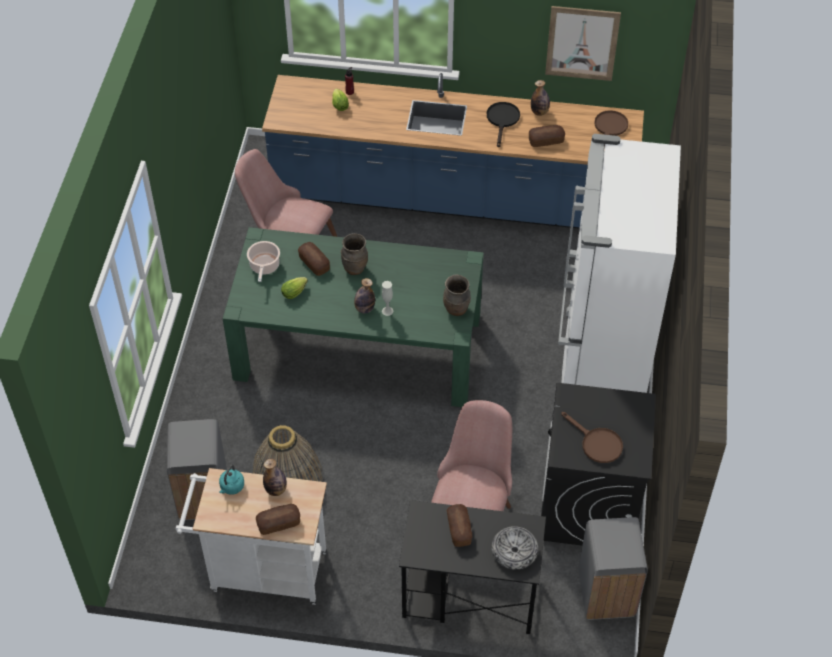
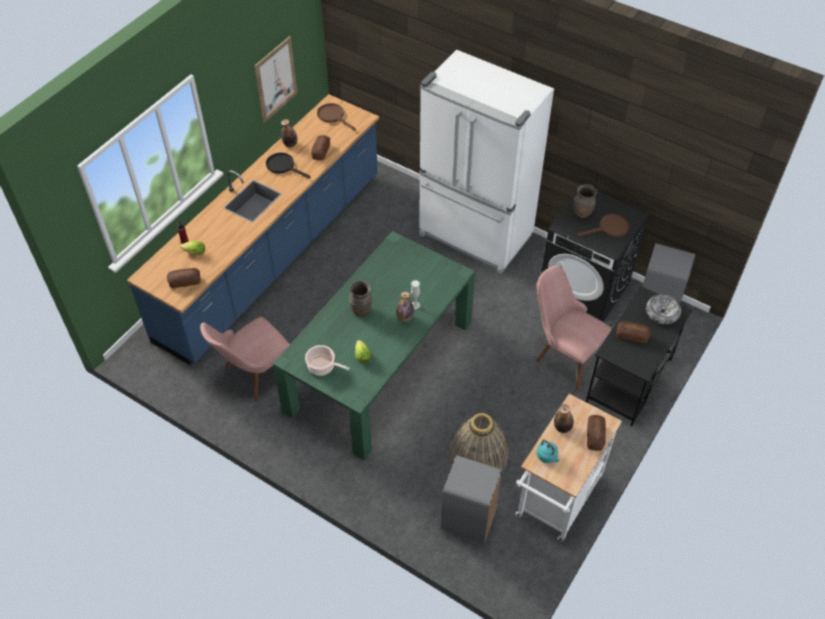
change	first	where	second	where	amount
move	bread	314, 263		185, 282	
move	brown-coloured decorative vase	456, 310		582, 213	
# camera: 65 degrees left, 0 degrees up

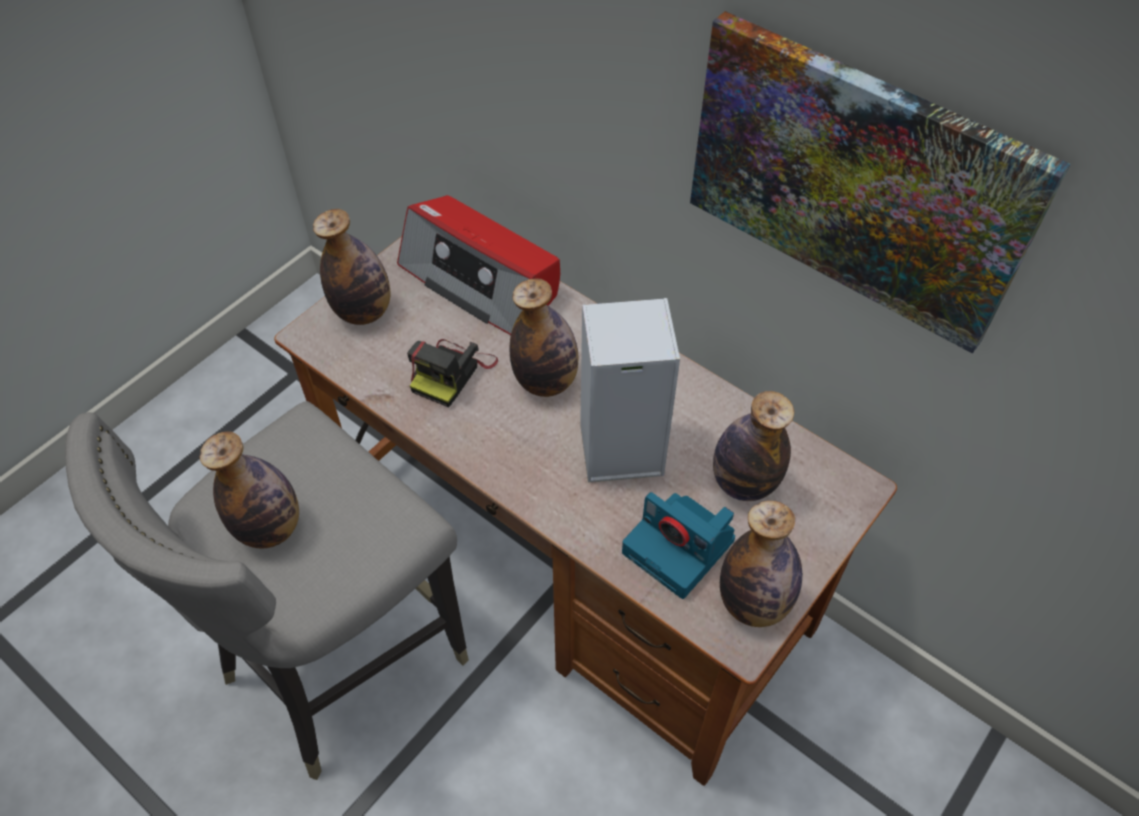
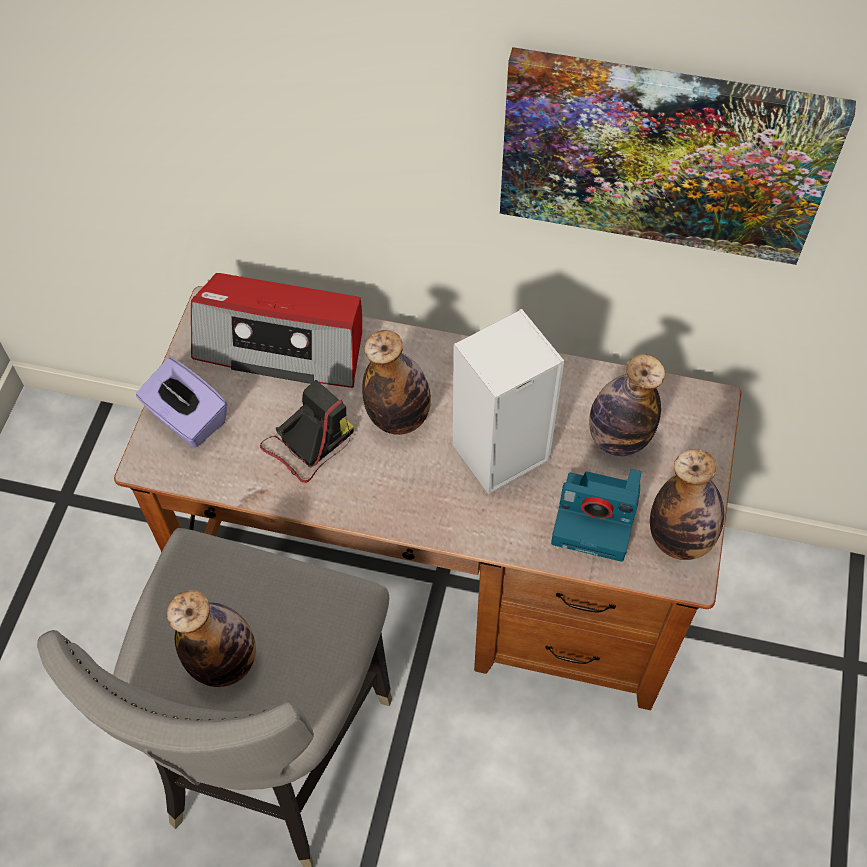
change	first	where	second	where	amount
replace	drink bottle	363, 311	purple-coloured tissue box	187, 419	
rotate	still camera	452, 372		308, 444	135 degrees counterclockwise
# camera: 25 degrees left, 5 degrees up

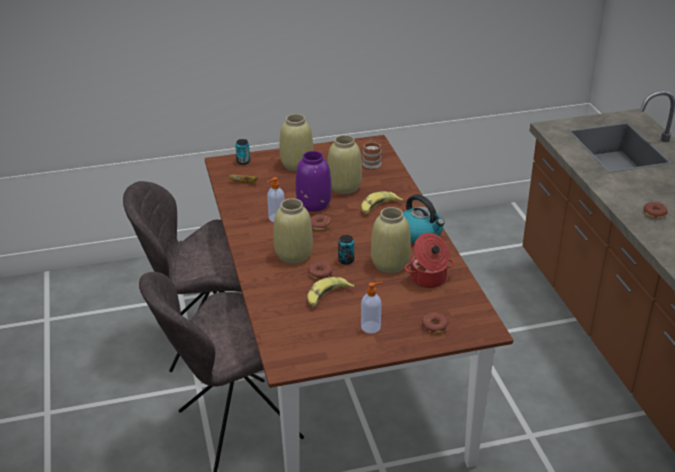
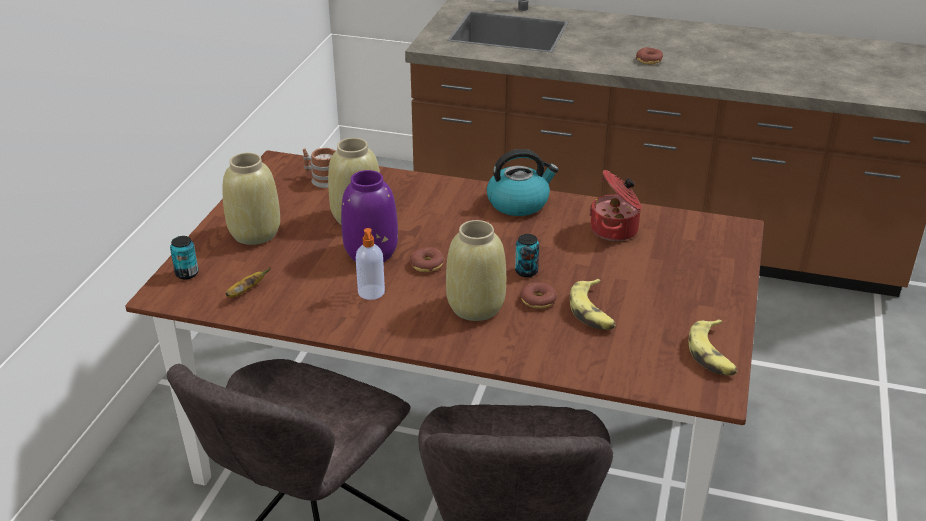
change	first	where	second	where	amount
move	whole banana	378, 207		713, 354	
delete	liquid soap bottle	371, 327			
delete	sand-coloured decorative vase	390, 264			
delete	doughnut	435, 326			
# camera: 60 degrees left, 0 degrees up

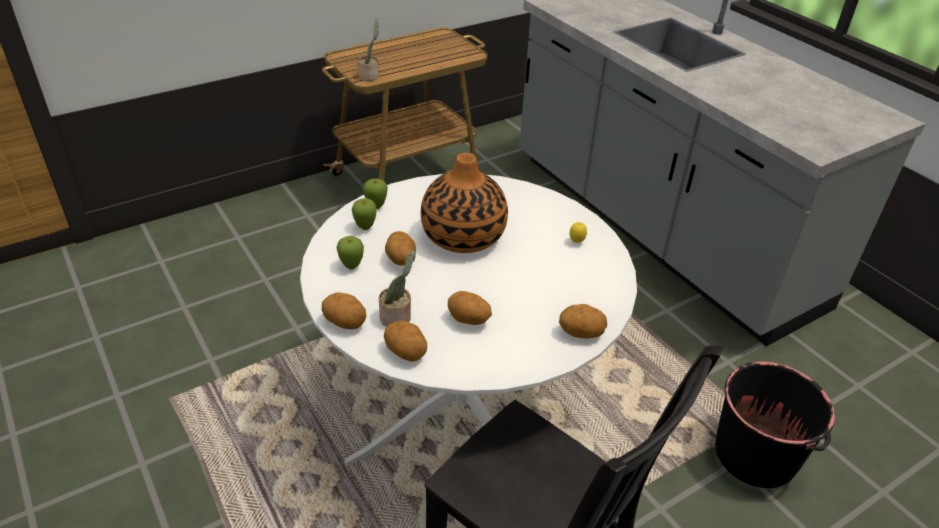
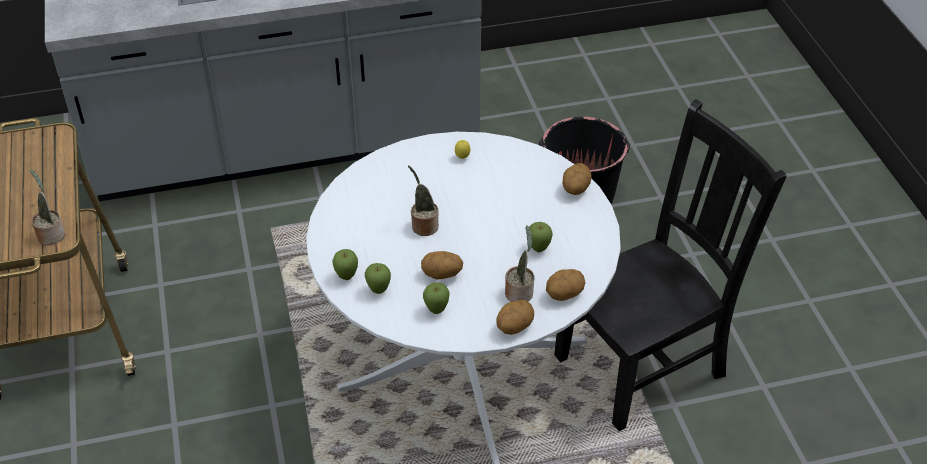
change	first	where	second	where	amount
replace	decorative vase	463, 236	plant in a pot	423, 226	
replace	whole potato	468, 320	whole apple	538, 249	
# camera: 70 degrees left, 5 degrees up

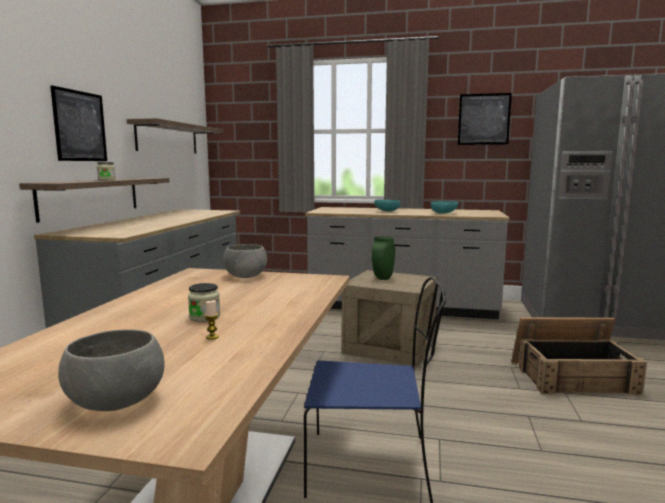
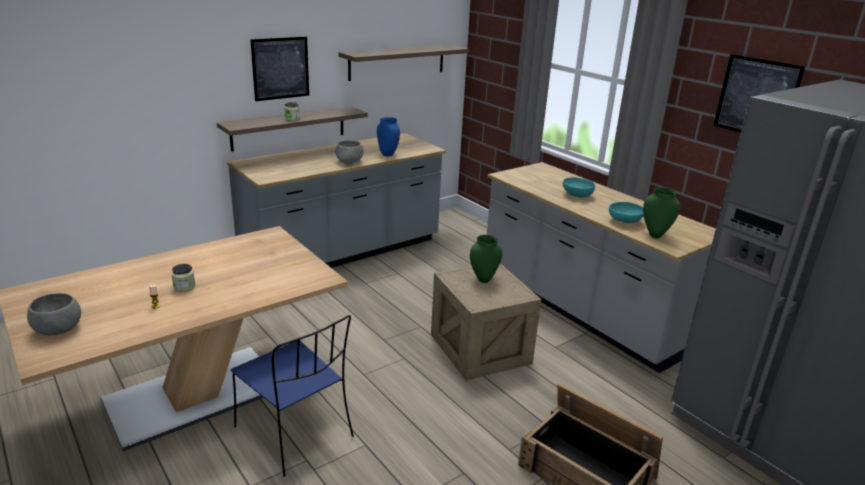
change	first	where	second	where	amount
move	greyish deep dish	245, 275		349, 161	
insert			blue decorative vase	388, 155	
insert			green-coloured decorative vase	655, 235	
# camera: 40 degrees right, 15 degrees up

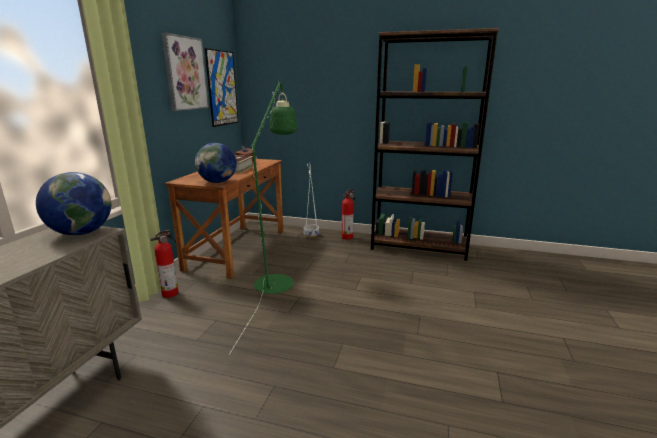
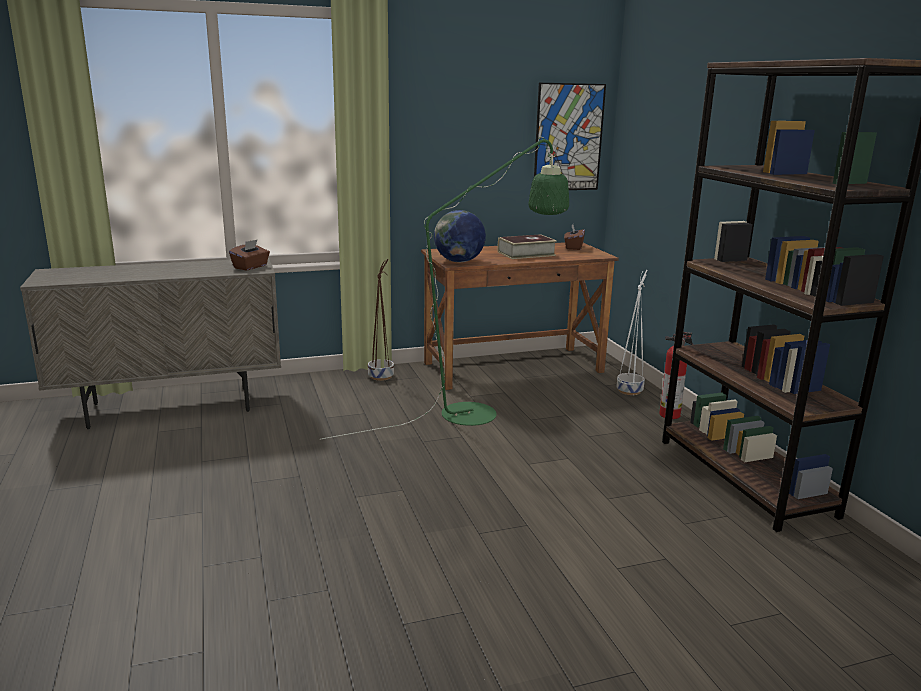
change	first	where	second	where	amount
replace	world globe	81, 233	brown-coloured tissue box	251, 267	
replace	fire-fighting cylinder	171, 293	brown-coloured flower pot	381, 376	
delete	picture	185, 73			
# camera: 55 degrees right, 0 degrees up

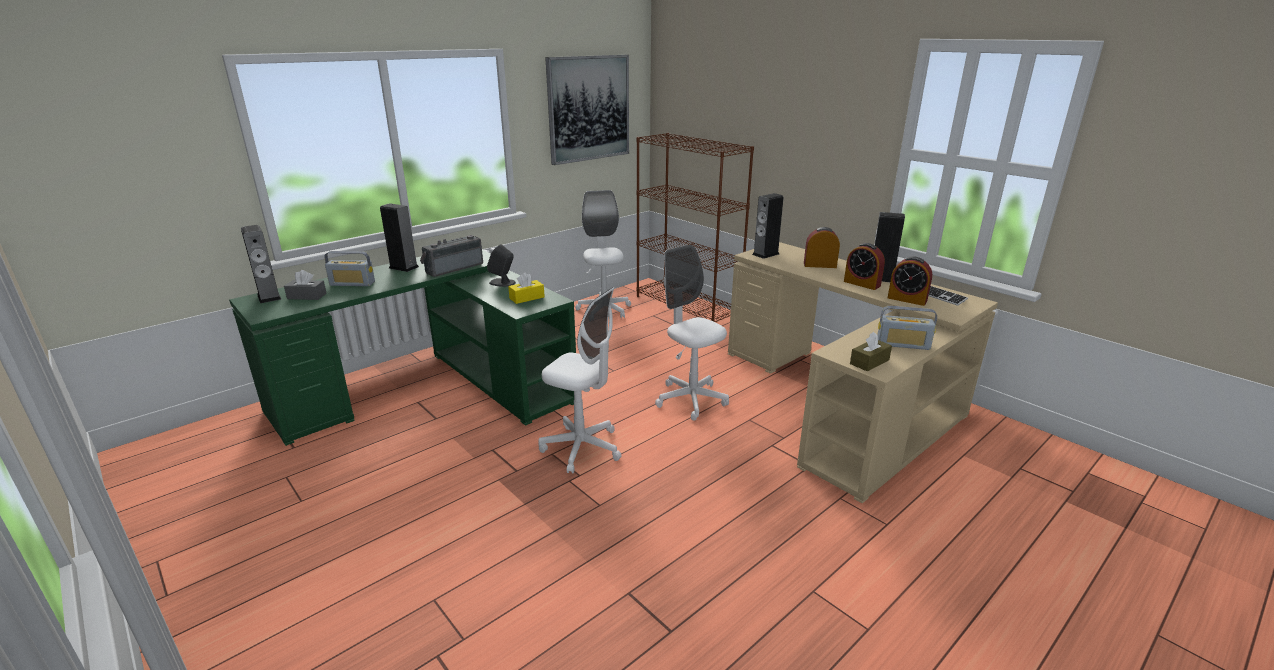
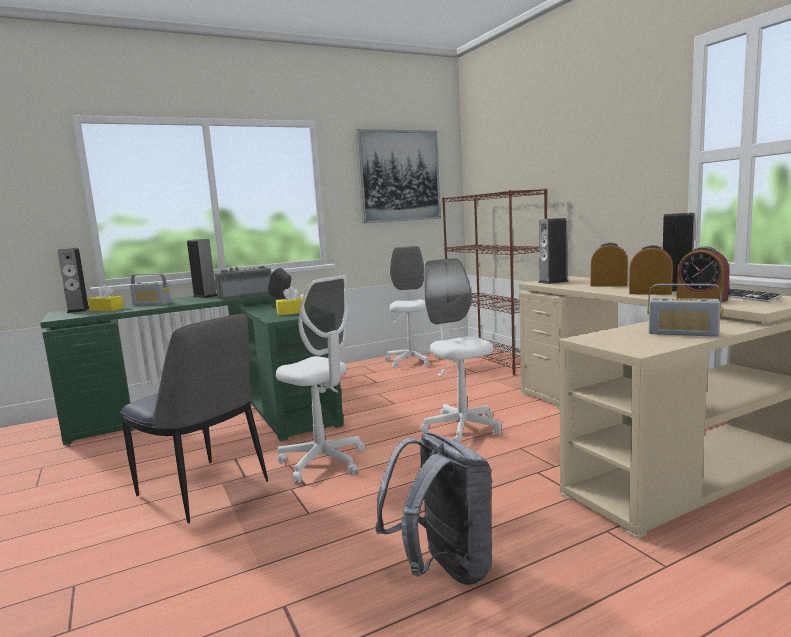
change	first	where	second	where	amount
recolor	greyish tissue box	307, 296	yellow tissue box	106, 309	
rotate	bedside clock	862, 284		650, 293	150 degrees clockwise
delete	brown-coloured tissue box	869, 362			
insert			plain chair	204, 490	
insert			greyish backpack	443, 569	
# camera: 15 degrees right, 15 degrees down

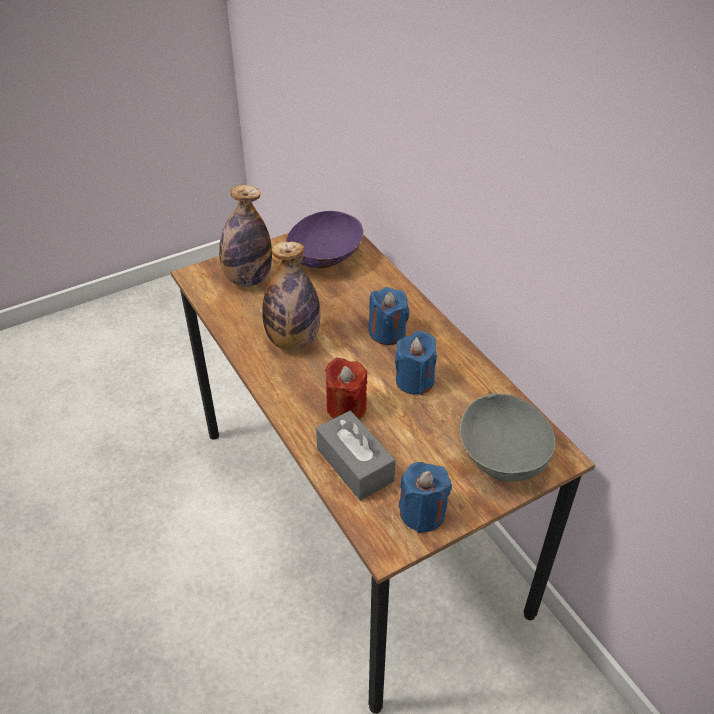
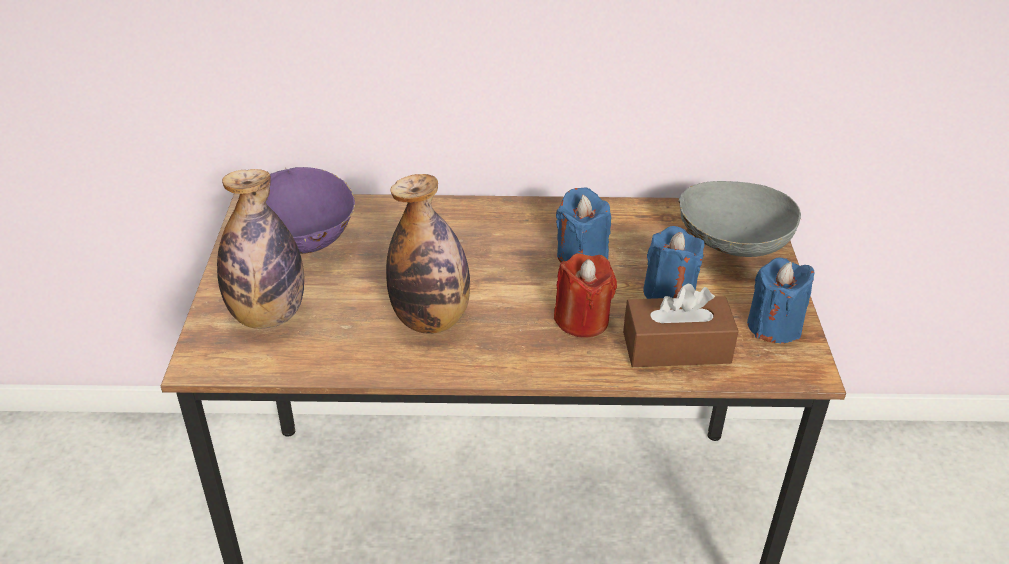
change	first	where	second	where	amount
recolor	greyish tissue box	355, 465	brown-coloured tissue box	676, 347	
move	blue candle	387, 332		669, 293	
# camera: 60 degrees left, 5 degrees down

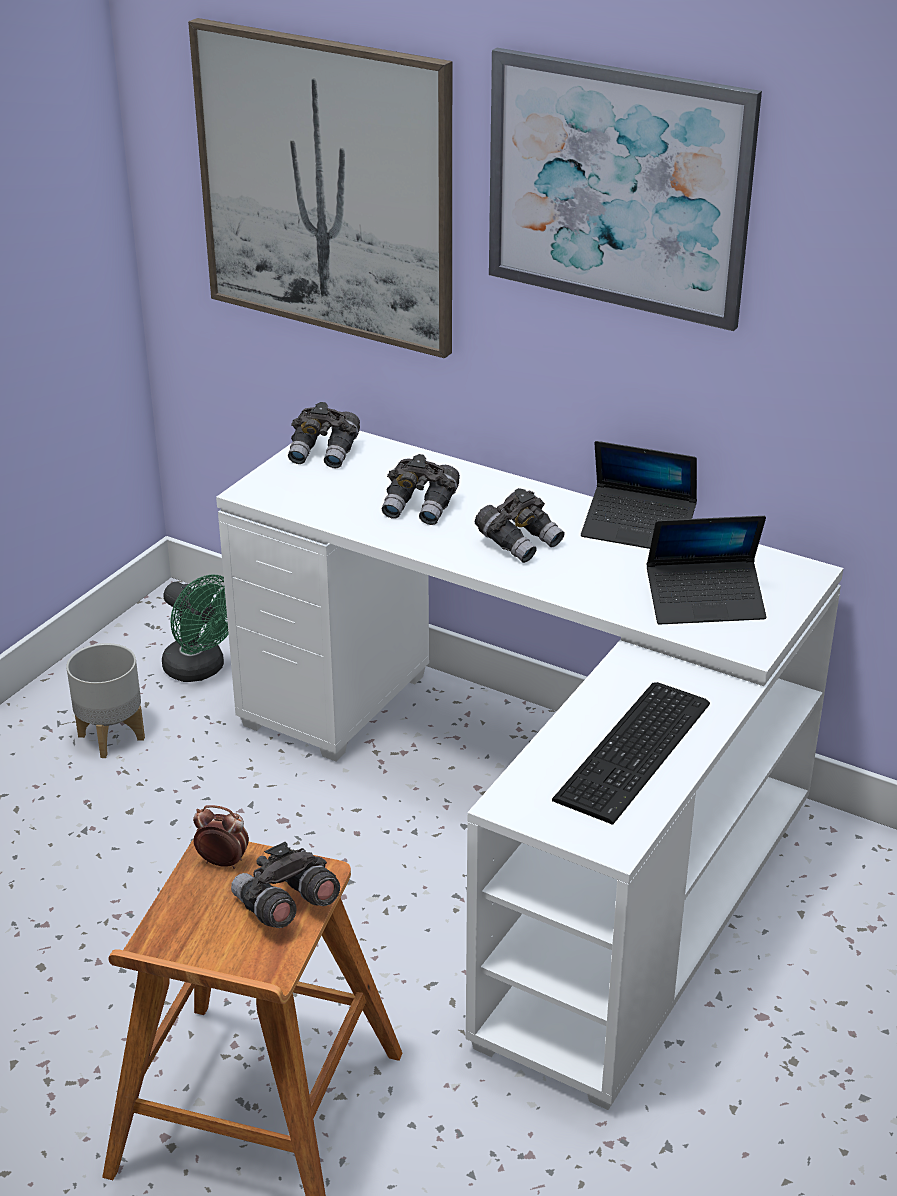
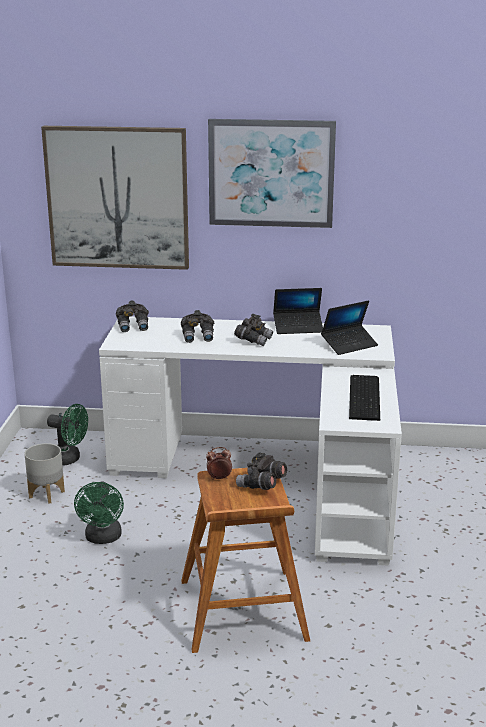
change	first	where	second	where	amount
insert			green-coloured fan	103, 538	
# camera: 25 degrees left, 10 degrees down

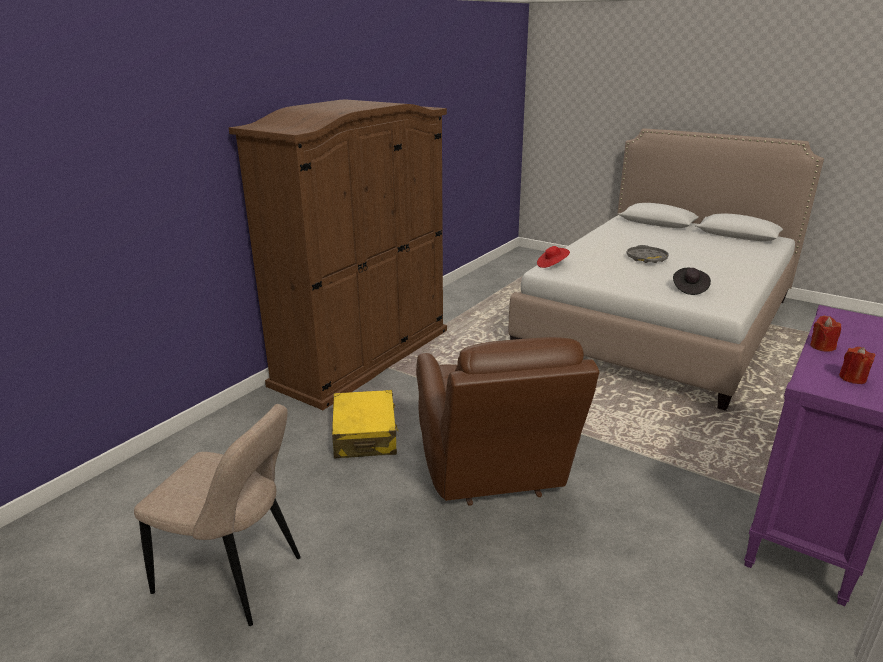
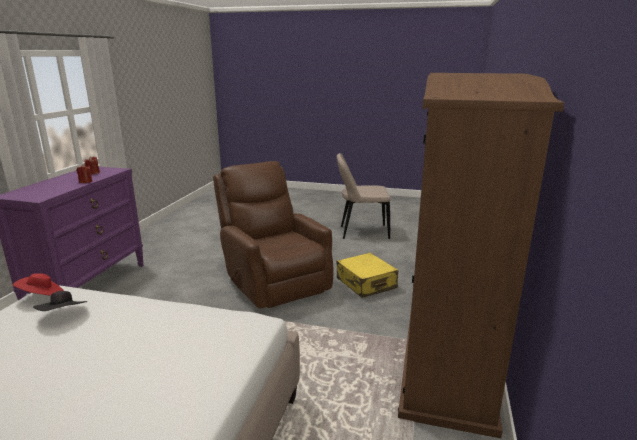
change	first	where	second	where	amount
move	red clothing hat	552, 265		42, 296	
delete	greyish carrying tray	646, 258			
# camera: 160 degrees right, 5 degrees down

